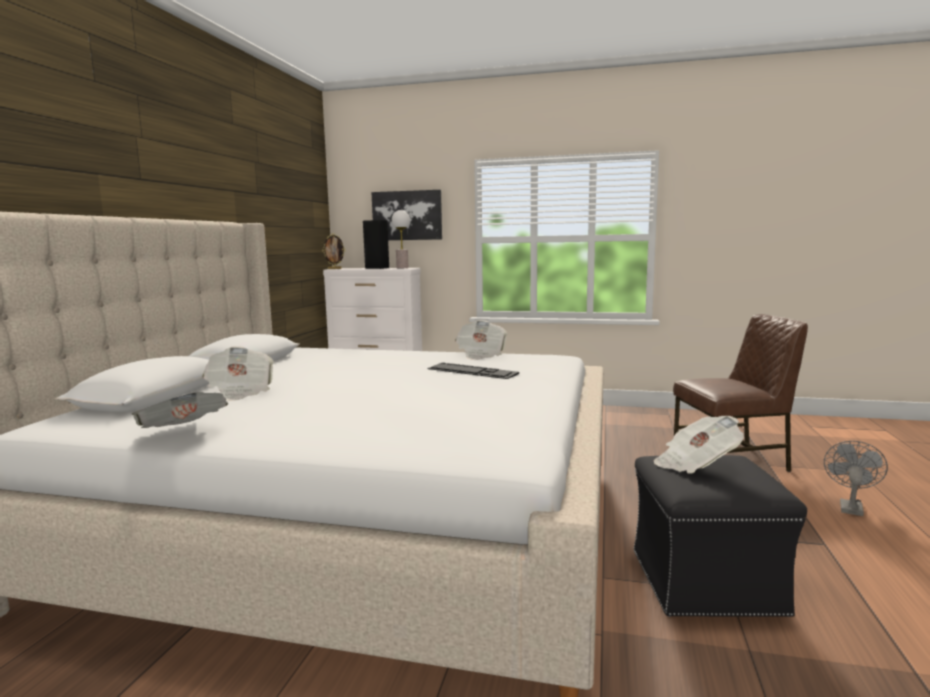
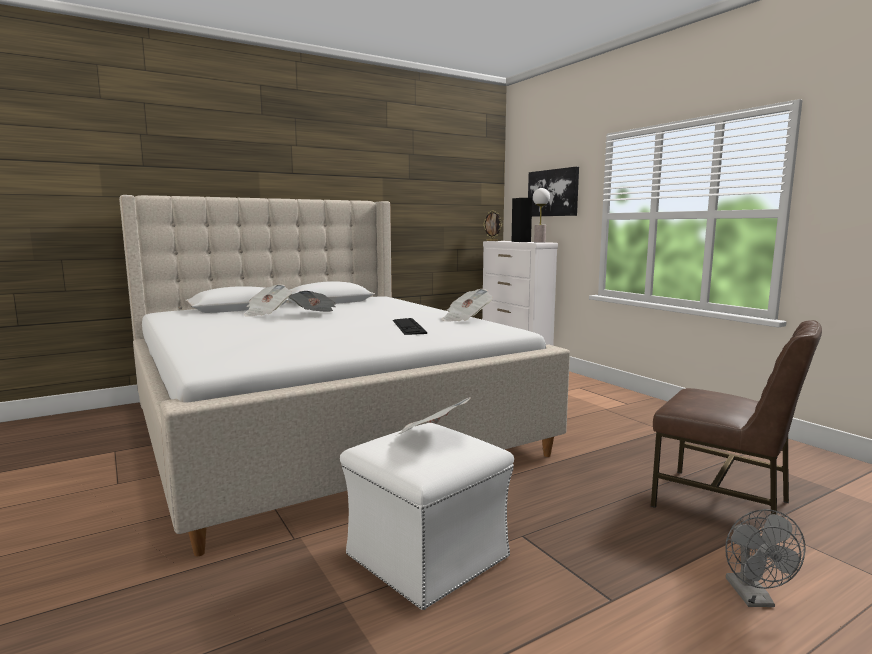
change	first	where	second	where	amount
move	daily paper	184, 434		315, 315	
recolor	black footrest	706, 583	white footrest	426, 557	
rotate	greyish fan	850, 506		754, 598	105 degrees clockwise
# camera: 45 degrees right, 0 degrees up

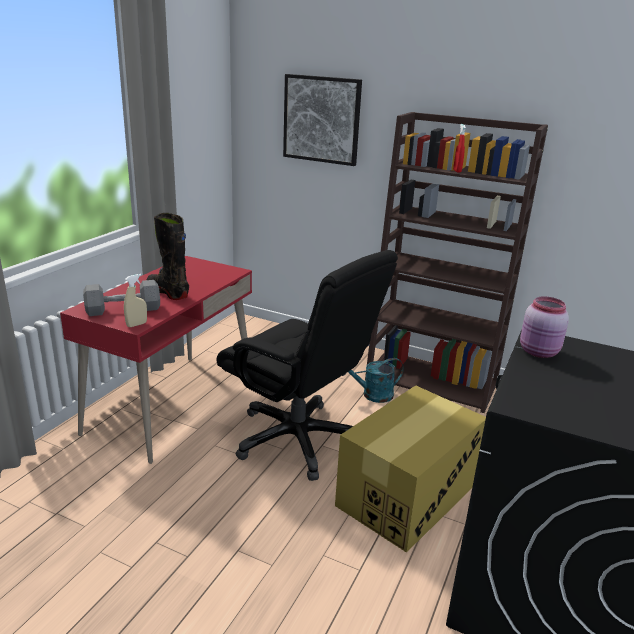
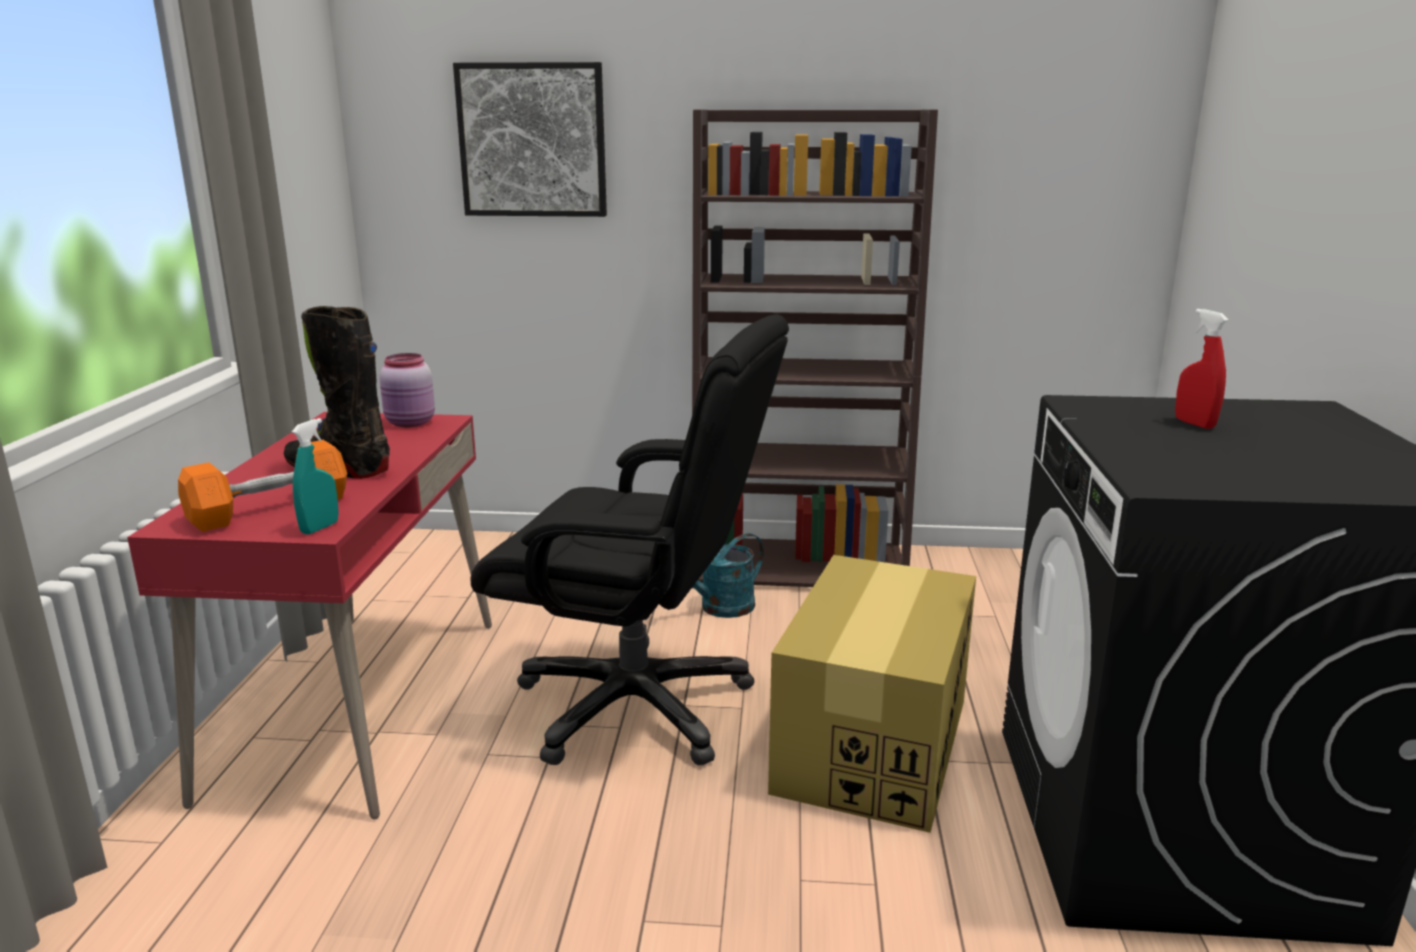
change	first	where	second	where	amount
recolor	greyish dumbbell	123, 309	orange-coloured dumbbell	269, 509	
recolor	sand-coloured spray bottle	136, 324	blue-green spray bottle	320, 528	
move	red spray bottle	456, 171		1194, 424	
move	pinkish preserve jar	539, 352		411, 423	
# camera: 20 degrees left, 5 degrees down

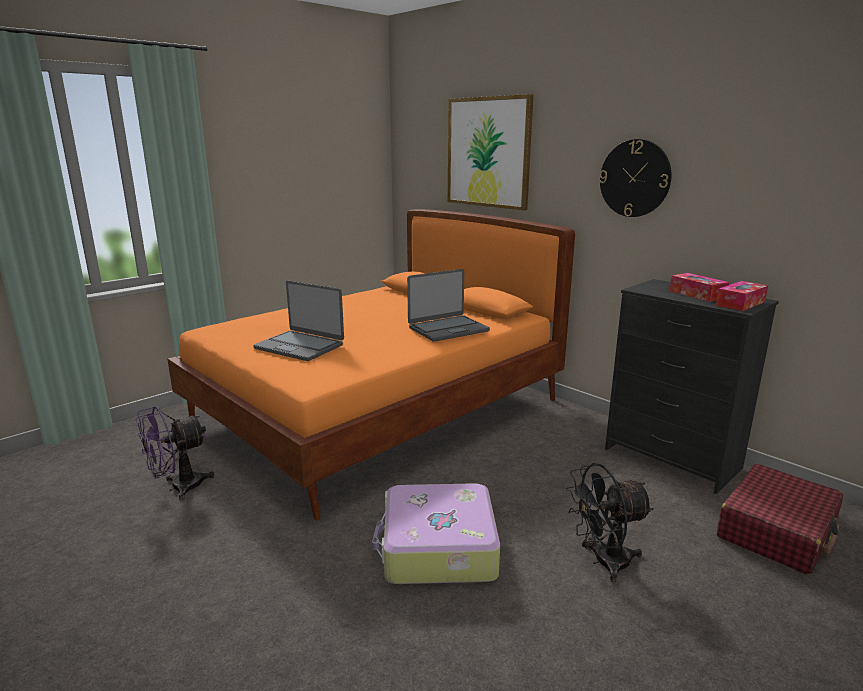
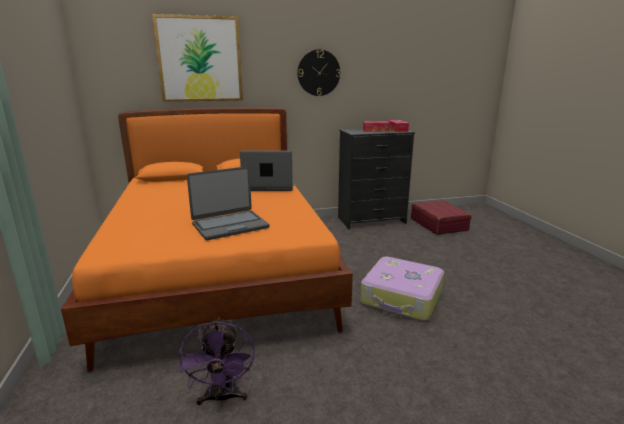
change	first	where	second	where	amount
rotate	notebook computer	448, 329		269, 186	90 degrees counterclockwise
delete	black fan	603, 562			
# camera: 60 degrees left, 0 degrees up

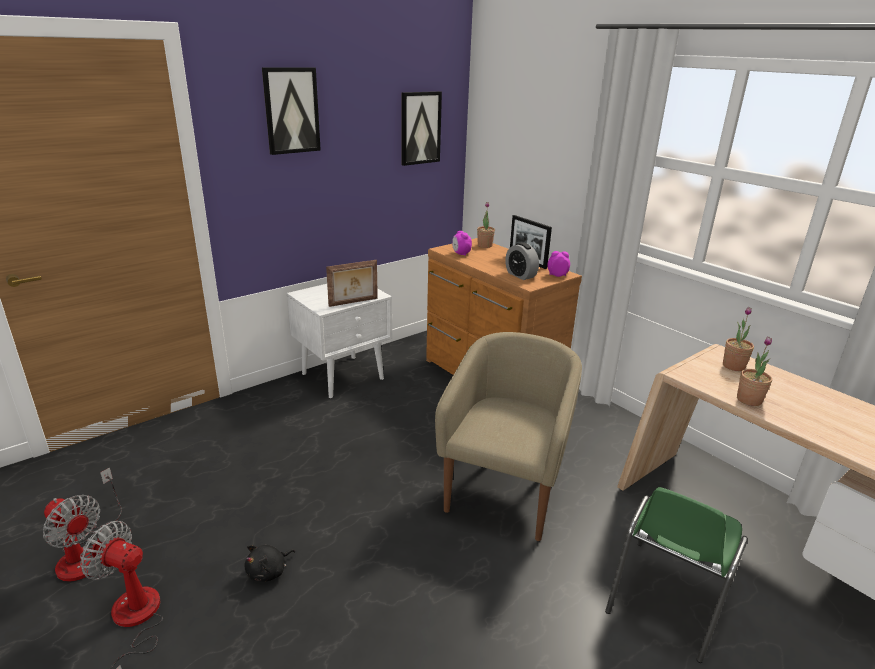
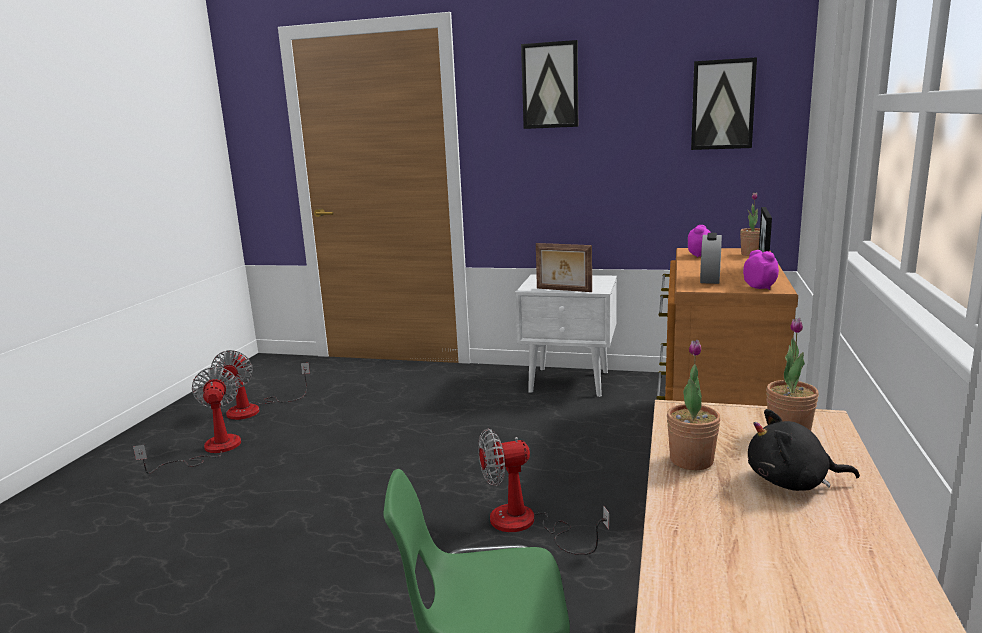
change	first	where	second	where	amount
move	black plush toy	269, 571		792, 482	
replace	sand-coloured armchair	504, 493	fan	526, 525	
# camera: 55 degrees right, 10 degrees down

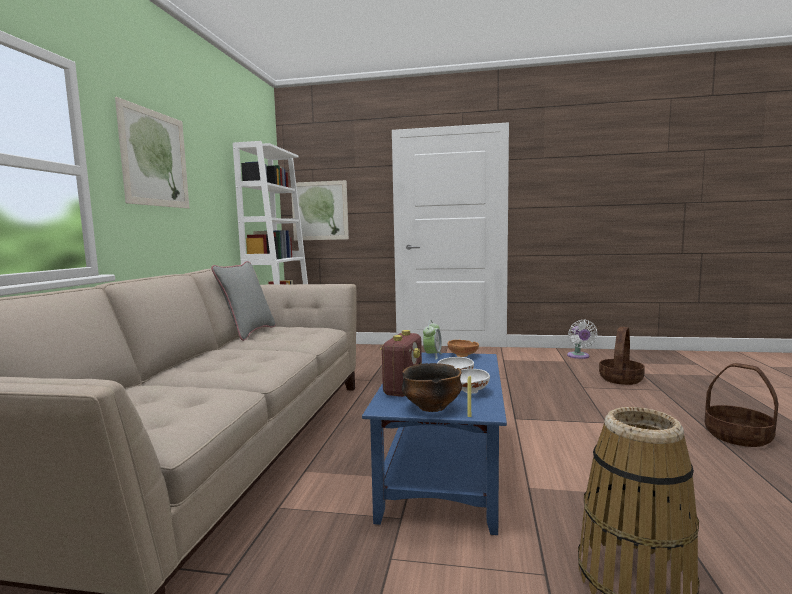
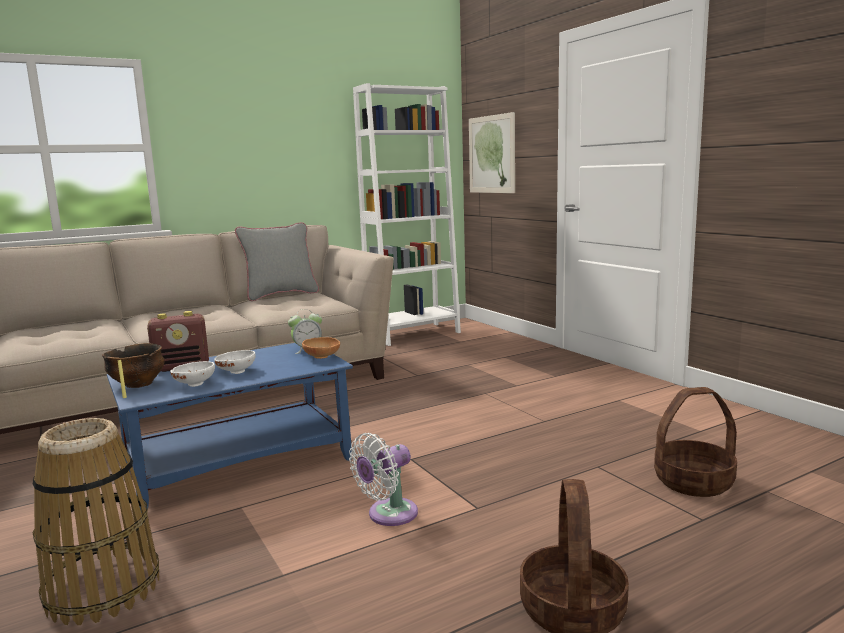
change	first	where	second	where	amount
delete	picture	155, 158			
move	white fan	579, 356		388, 515	
# camera: 50 degrees right, 5 degrees up

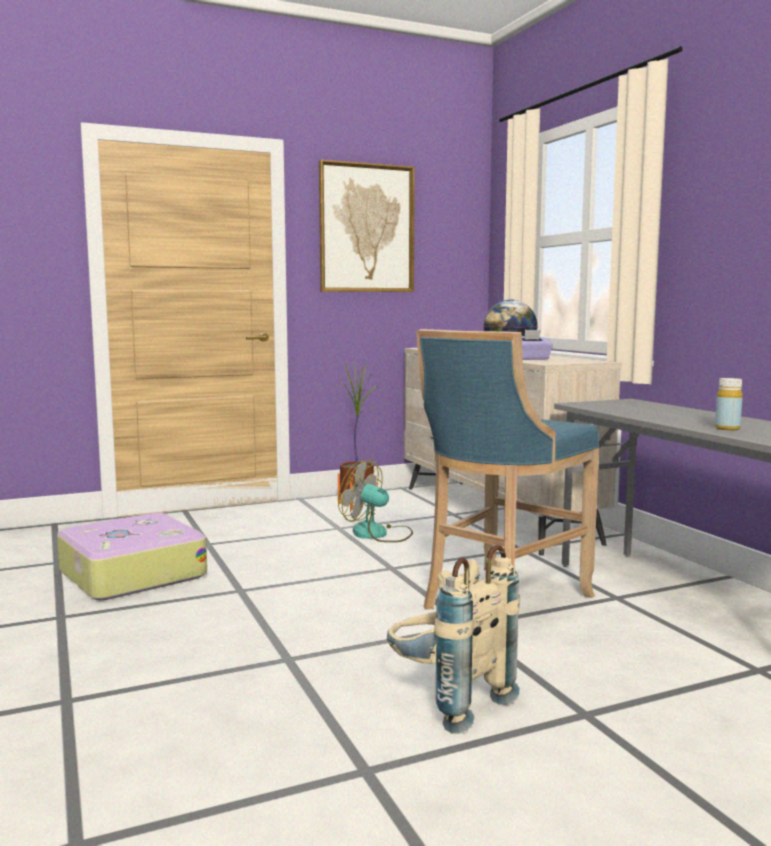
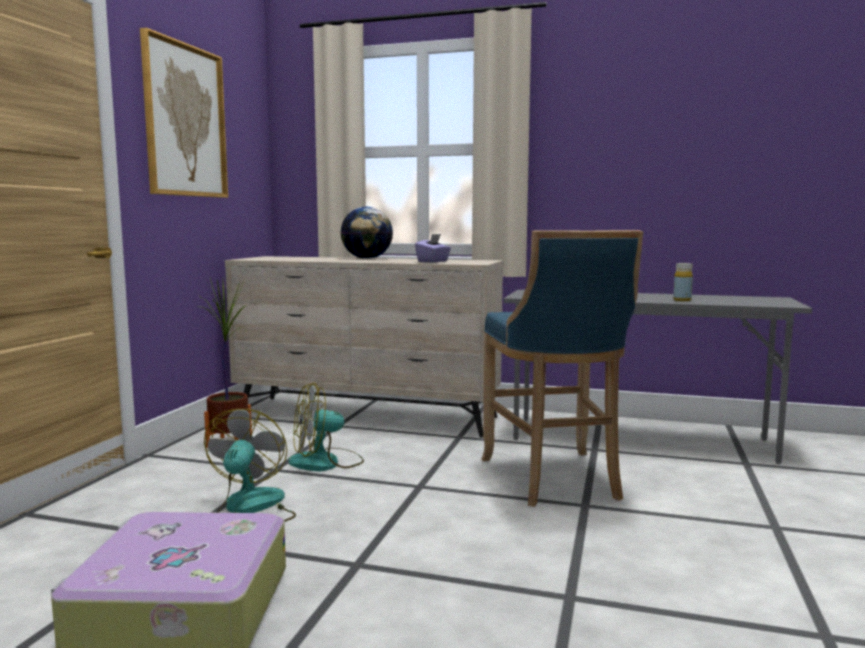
change	first	where	second	where	amount
delete	sand-coloured backpack	446, 701			
insert			fan	250, 509	
# camera: 50 degrees left, 0 degrees up

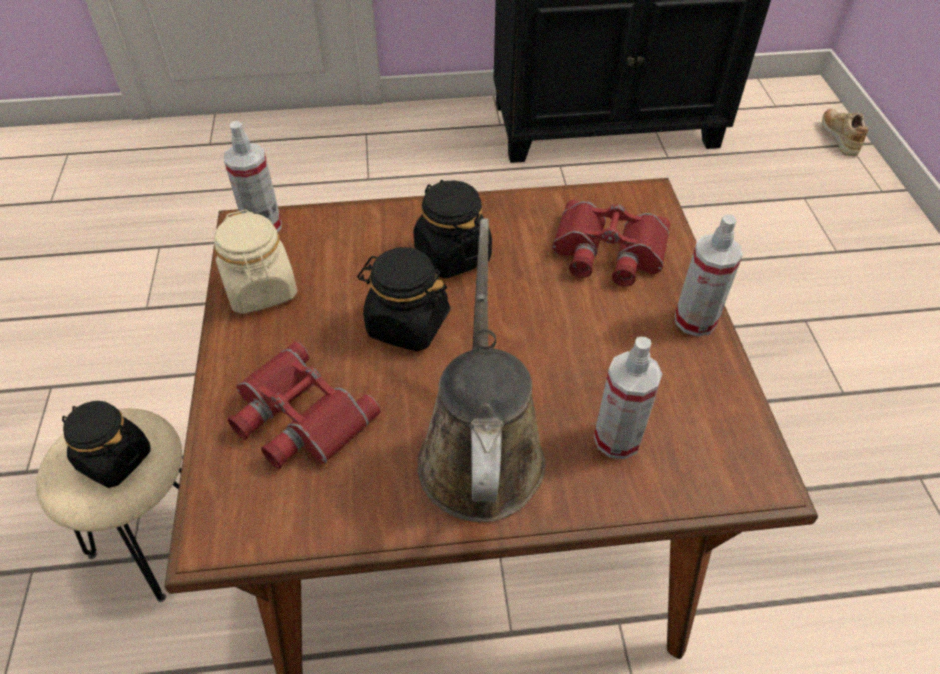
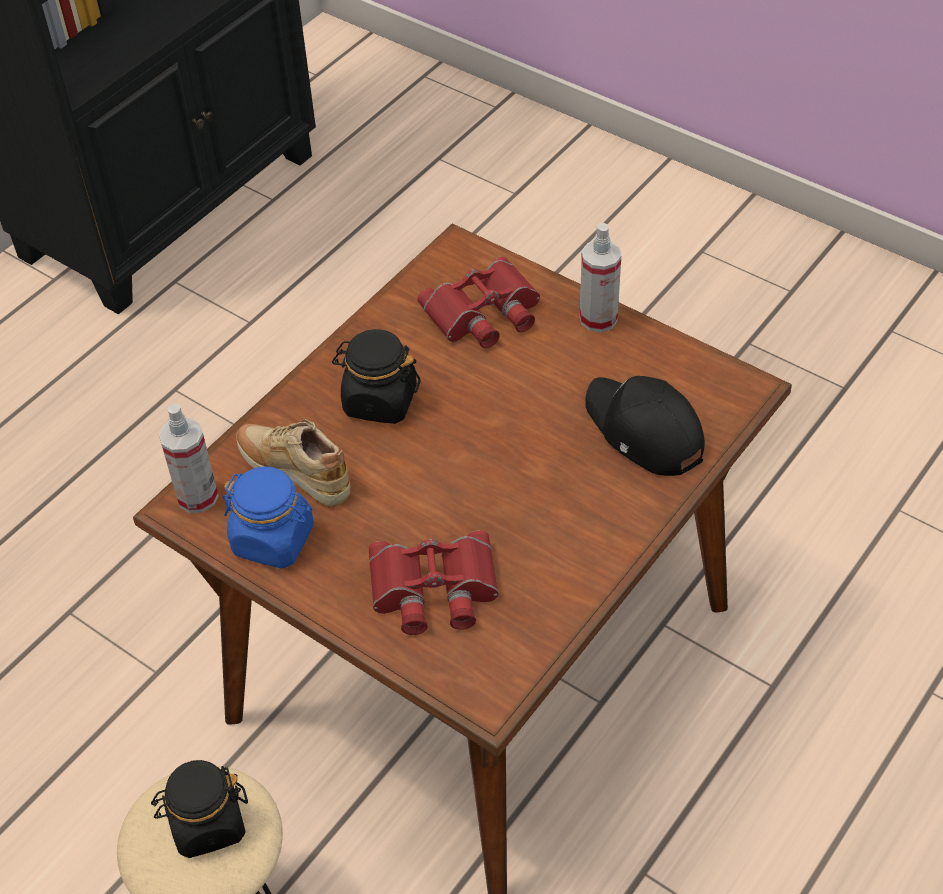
change	first	where	second	where	amount
recolor	sand-coloured preserve jar	261, 289	blue preserve jar	274, 539	
delete	black preserve jar	406, 324			
delete	brown-coloured sprinkling can	481, 450			
replace	spray bottle	617, 439	black cap	643, 432	
move	sand-coloured low shoe	839, 139		295, 472	
# camera: 45 degrees left, 0 degrees up

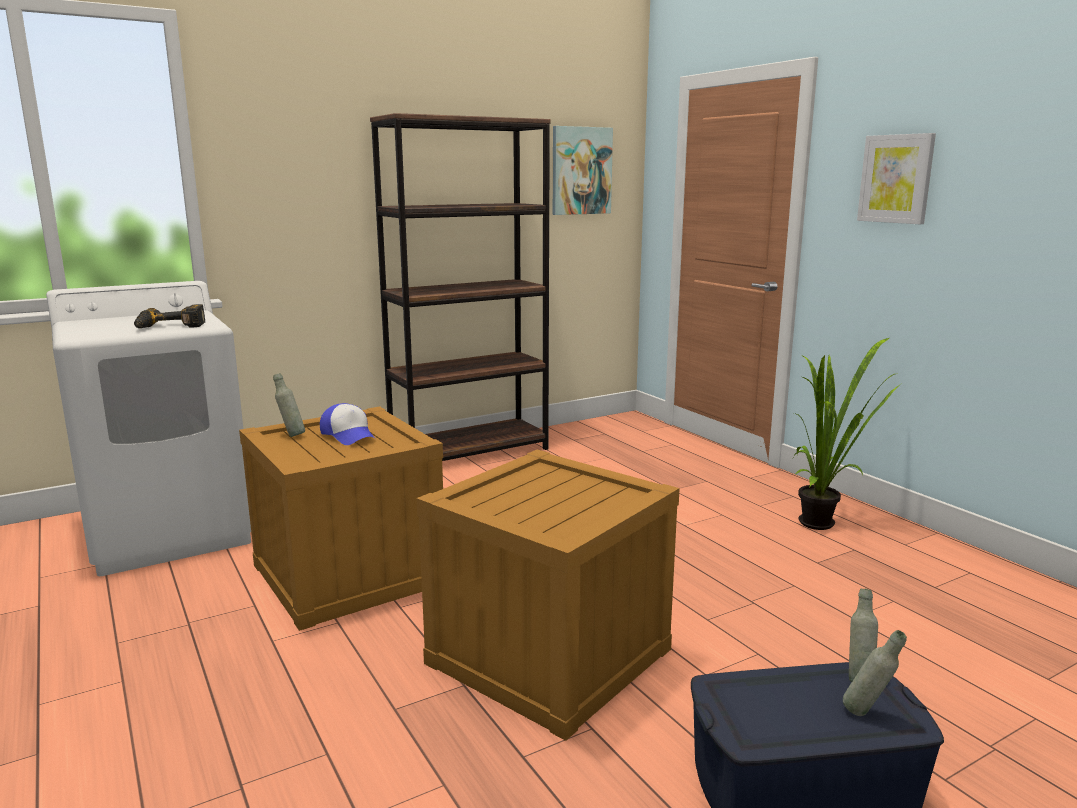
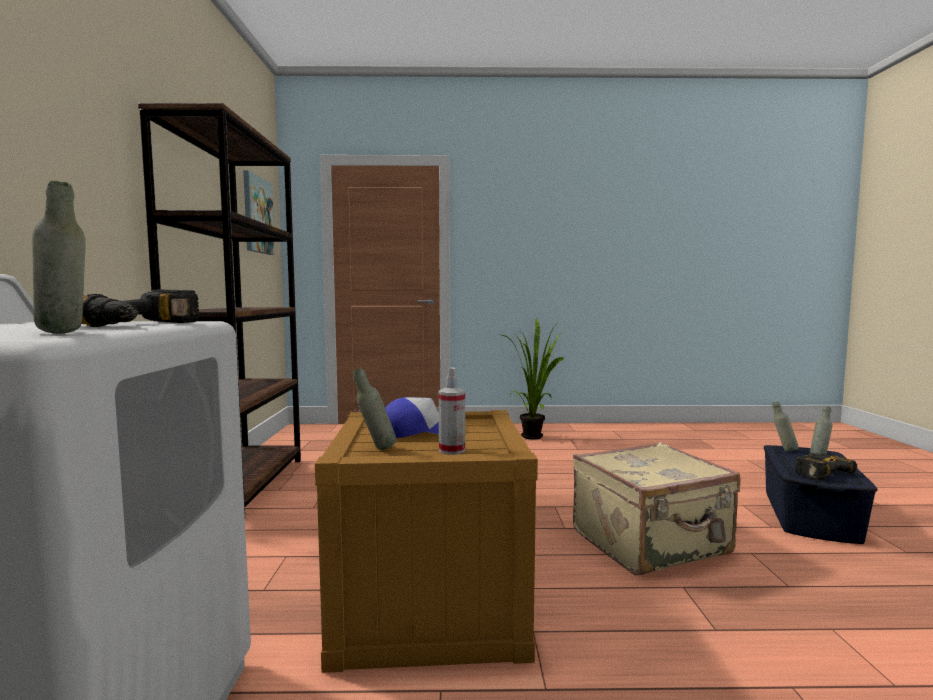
change	first	where	second	where	amount
replace	crate	550, 656	sand-coloured travel case	651, 543	
delete	picture	896, 179			
insert			greyish drink bottle	64, 333	
insert			spray bottle	452, 450	
insert			drill	816, 471	
# camera: 60 degrees left, 10 degrees down

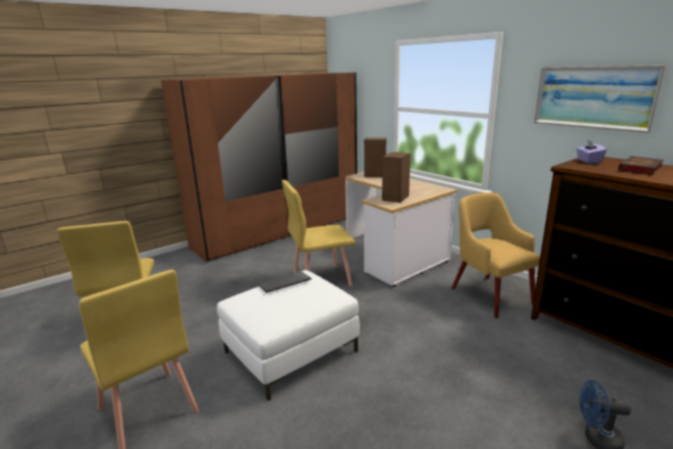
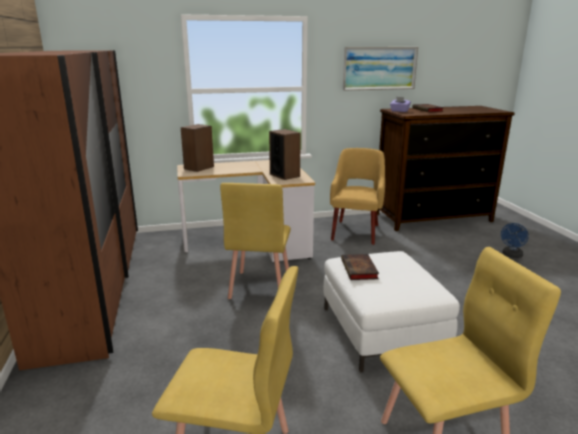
change	first	where	second	where	amount
replace	keyboard	284, 283	volume	360, 270	
rotate	yellow armchair	489, 294		356, 231	105 degrees clockwise
# camera: 65 degrees left, 0 degrees up

